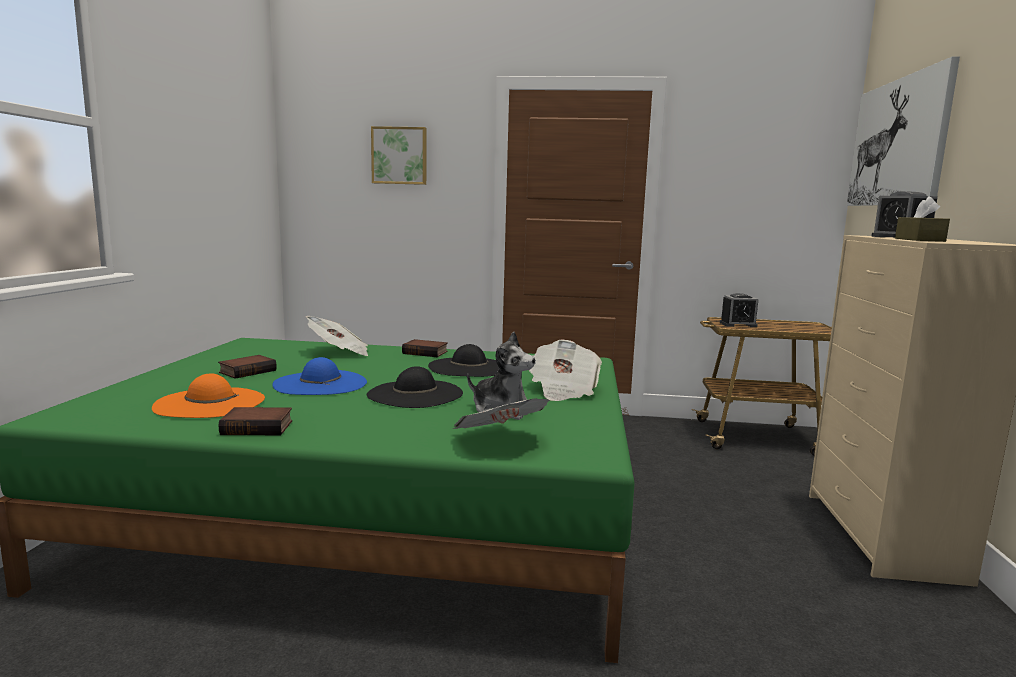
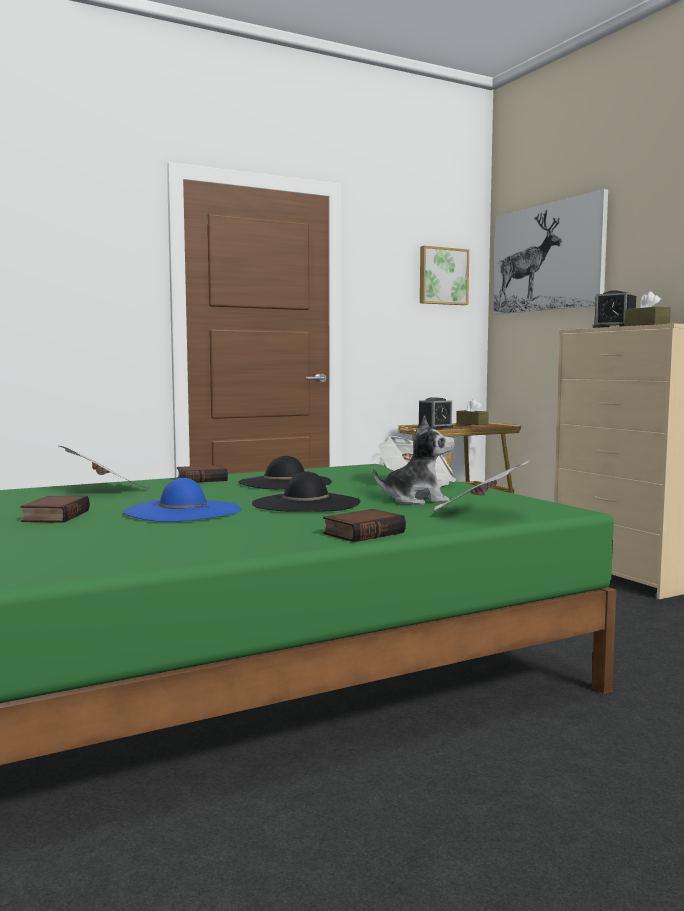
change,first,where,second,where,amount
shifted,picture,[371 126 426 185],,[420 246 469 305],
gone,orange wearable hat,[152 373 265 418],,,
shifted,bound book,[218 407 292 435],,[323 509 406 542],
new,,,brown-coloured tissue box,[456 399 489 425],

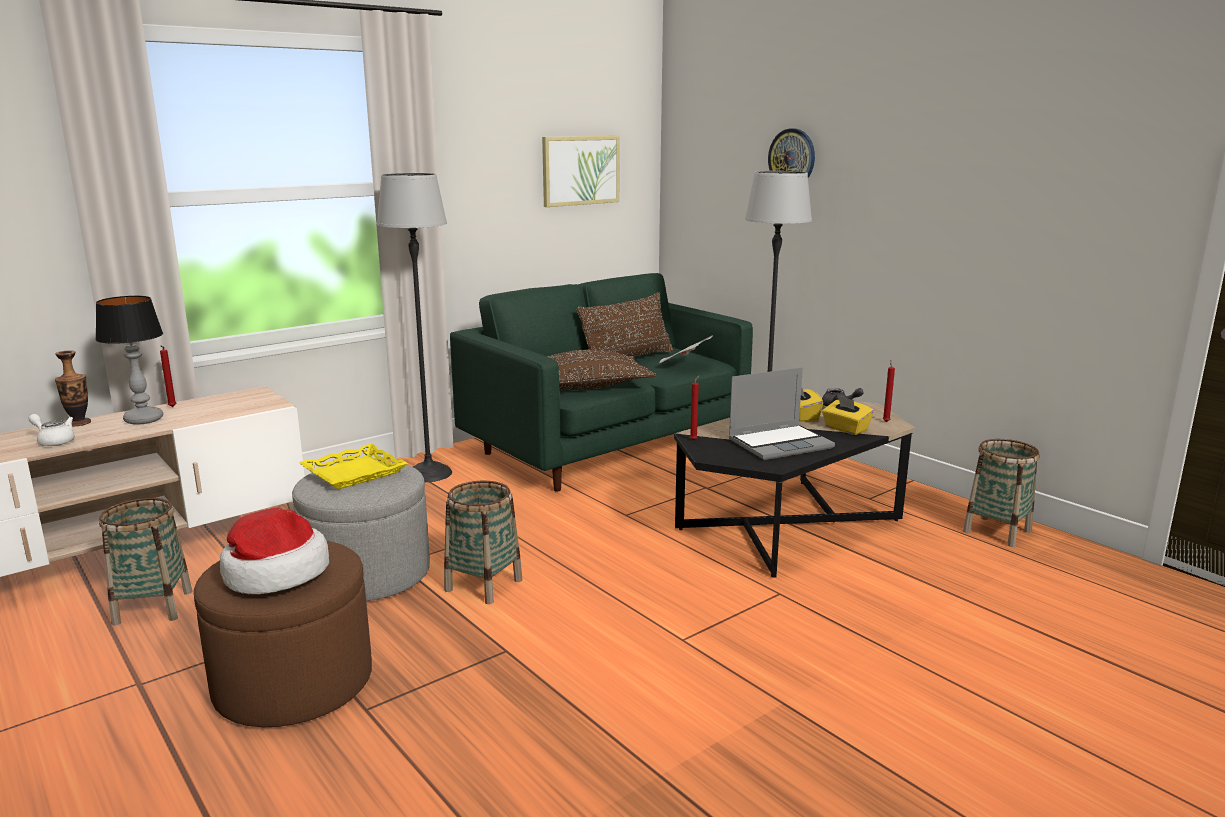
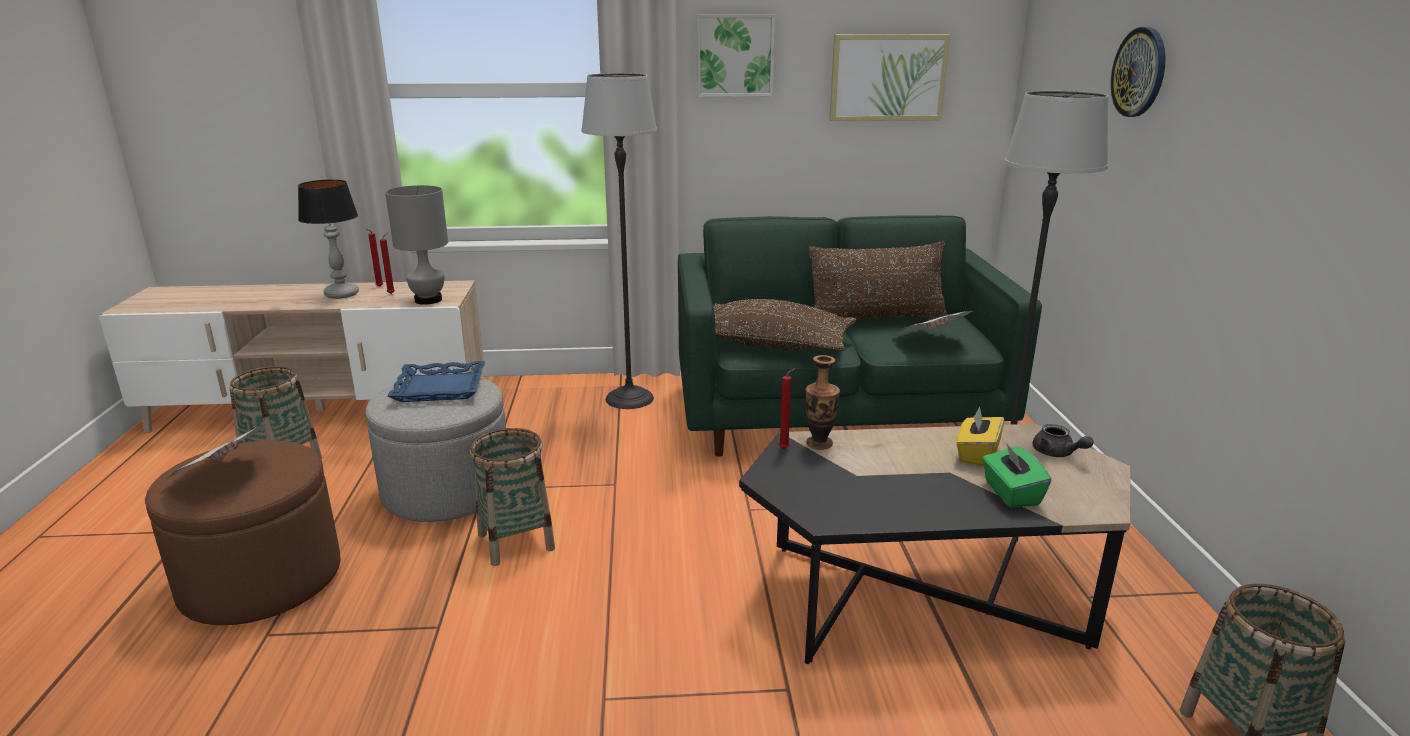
change,first,where,second,where,amount
shifted,flower vase,[55 350 91 426],,[806 355 840 450],
shifted,reddish candle,[883 360 895 422],,[380 233 395 294],
gone,laptop,[729 368 835 460],,,
repainted,yellow-coloured tissue box,[822 395 874 435],green-coloured tissue box,[982 442 1051 507],
gone,white teapot,[28 414 75 446],,,
repainted,yellow-coloured serving tray,[299 444 408 490],blue-coloured serving tray,[387 361 485 402],
swapped,wearable hat,[220 507 329 594],printed paper,[162 423 268 481],
new,,,picture,[697 14 775 97],
new,,,grey tabletop lamp,[385 185 448 305],

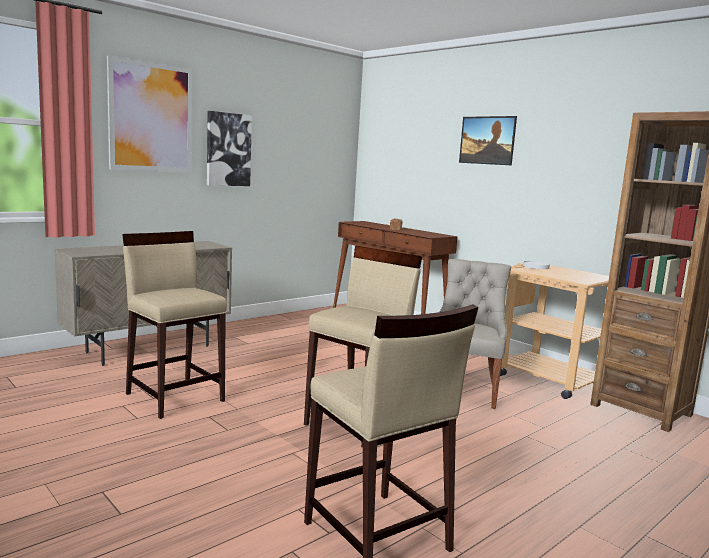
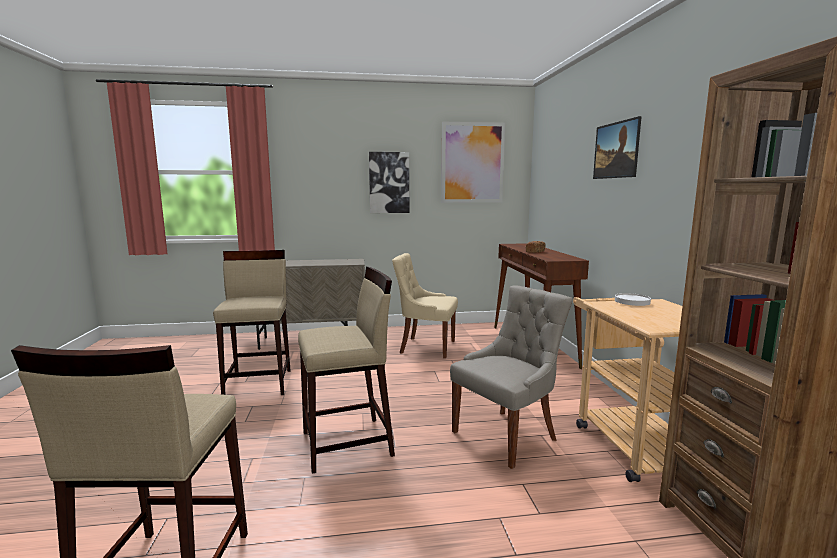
change,first,where,second,where,amount
shifted,picture,[107 55 192 172],,[441 121 505 203],
new,,,beige chair,[392 253 458 358],

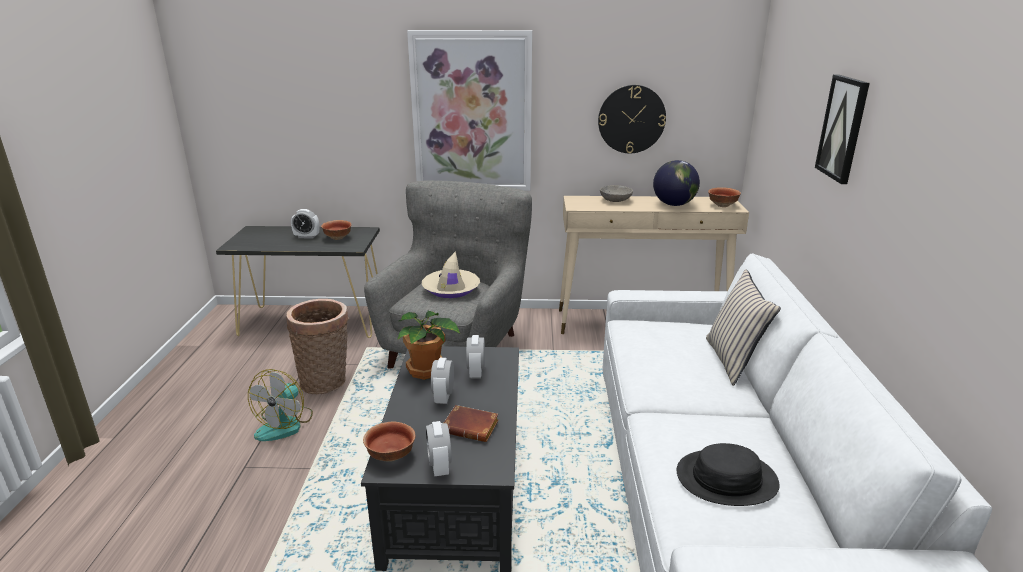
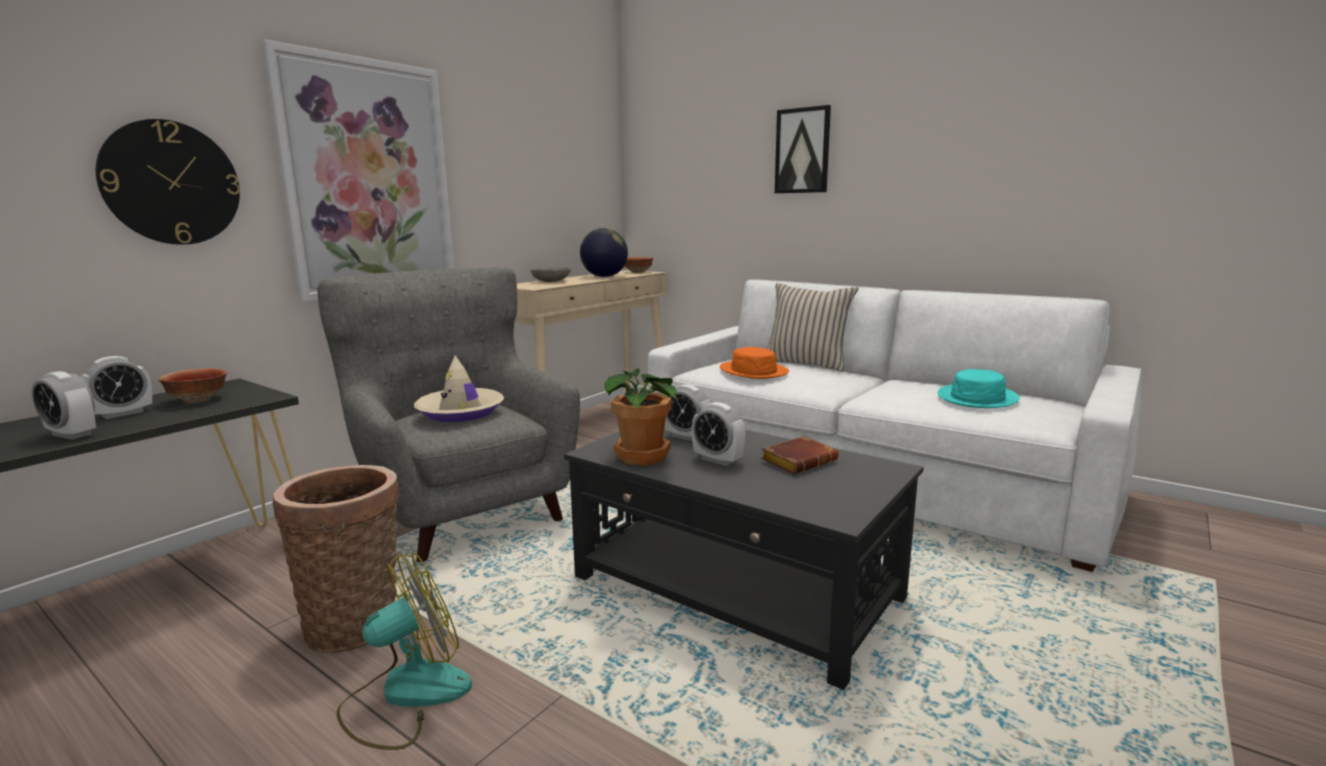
change,first,where,second,where,amount
shifted,wall clock,[598 85 666 153],,[96 119 240 245],
rotated,fan,[248 369 313 441],,[336 552 472 750],90 degrees counterclockwise
shifted,table clock,[426 421 452 476],,[32 371 96 440],
gone,deep dish,[363 422 415 462],,,
repainted,black-coloured wearable hat,[677 443 780 506],turquoise wearable hat,[938 369 1019 408],
new,,,orange wearable hat,[720 347 789 379],

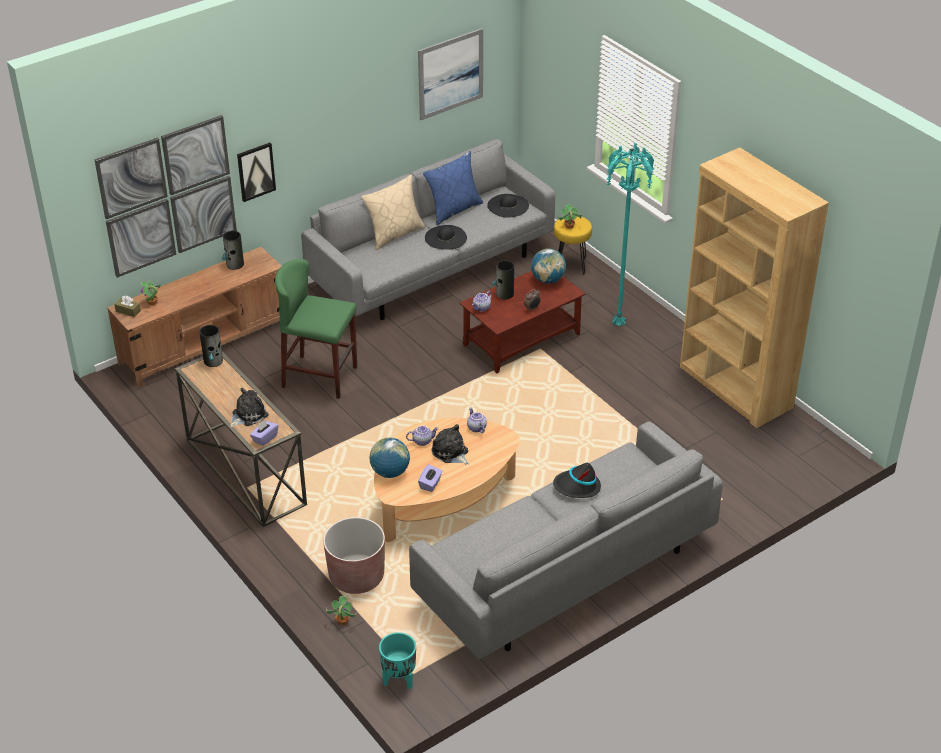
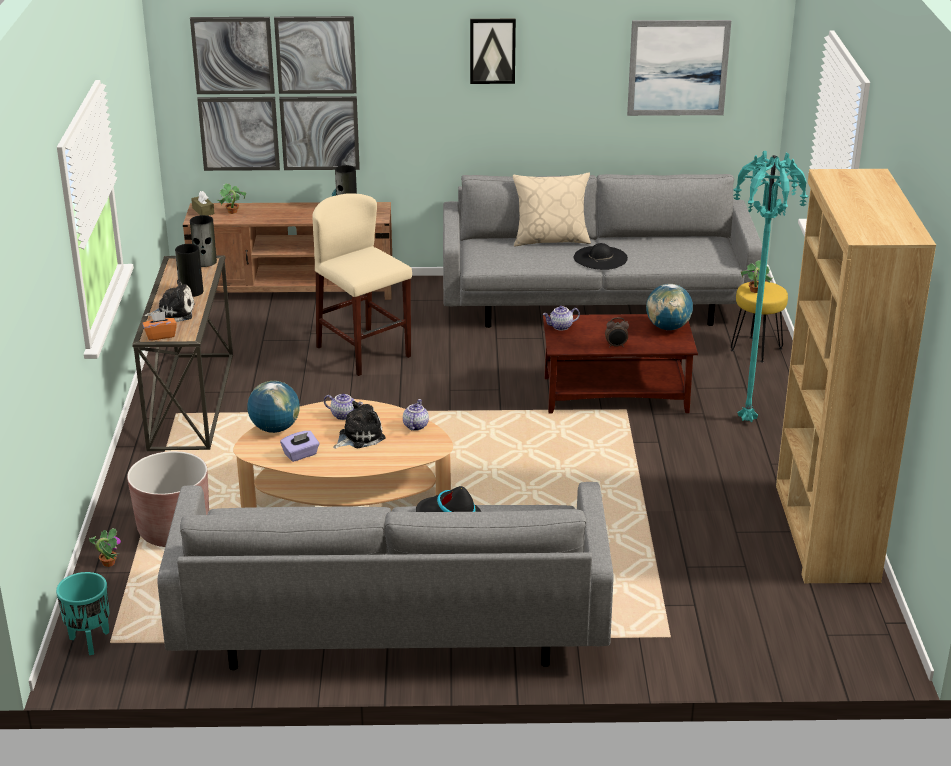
change,first,where,second,where,amount
shifted,picture,[237 142 276 202],,[470 19 516 84],
gone,blue-coloured cushion,[423 151 483 225],,,
gone,black-coloured wearable hat,[487 194 529 218],,,
repainted,green-coloured stool,[275 259 357 399],beige stool,[312 193 412 376],
shifted,flower vase,[493 260 514 299],,[175 244 203 297],
repainted,purple tissue box,[250 420 278 446],orange tissue box,[142 311 177 341],
rotated,soft toy,[431 424 469 465],,[333 401 386 449],60 degrees clockwise

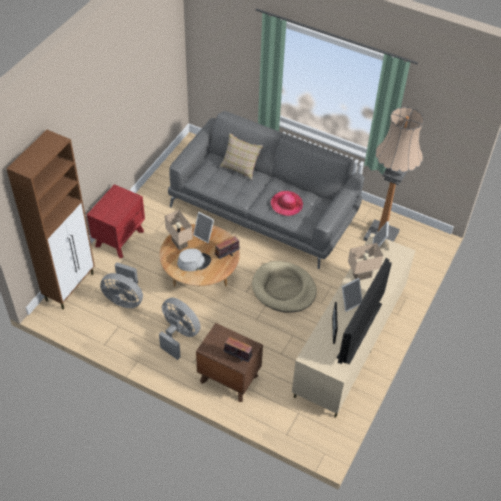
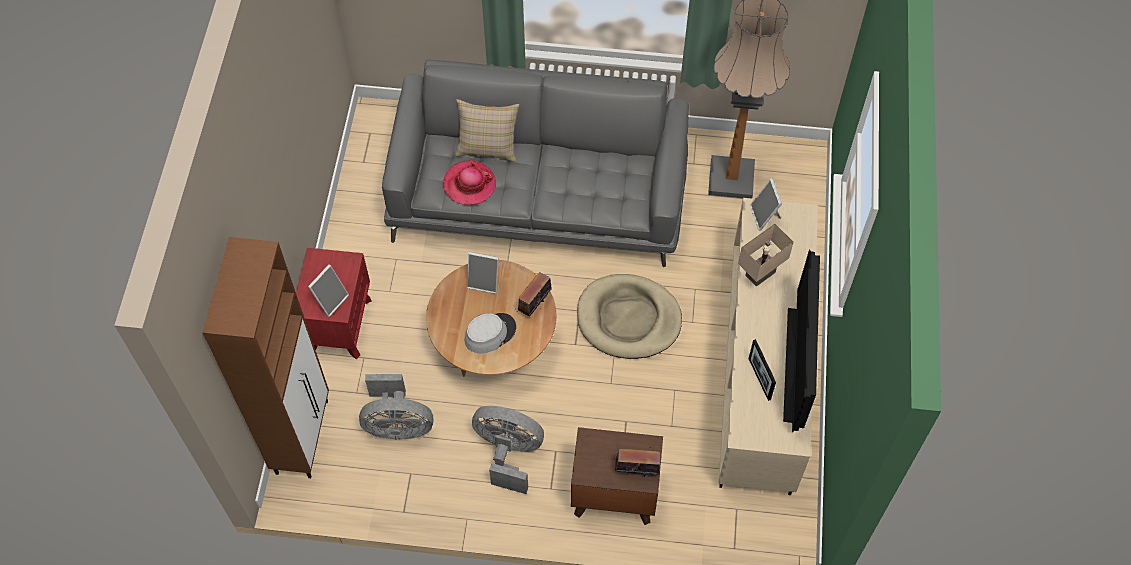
change,first,where,second,where,amount
shifted,wearable hat,[271 191 303 216],,[443 160 496 205],
gone,beige tabletop lamp,[165 210 193 251],,,
shifted,picture frame,[341 278 362 312],,[308 264 349 317],

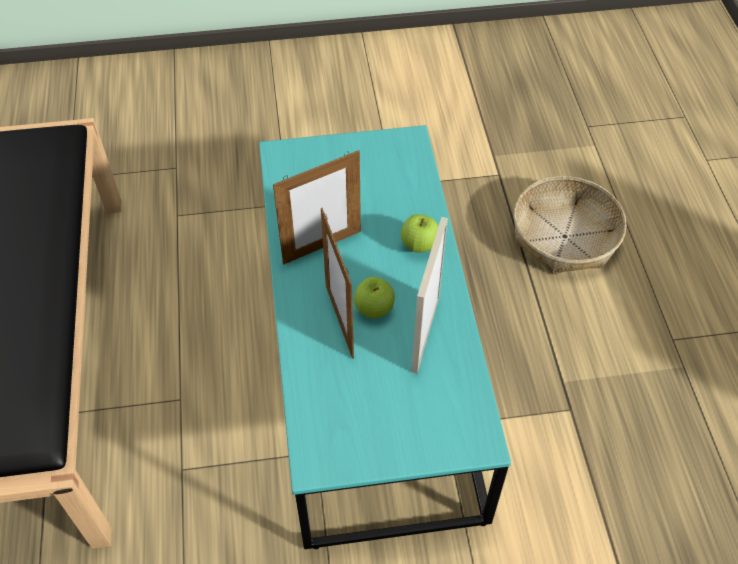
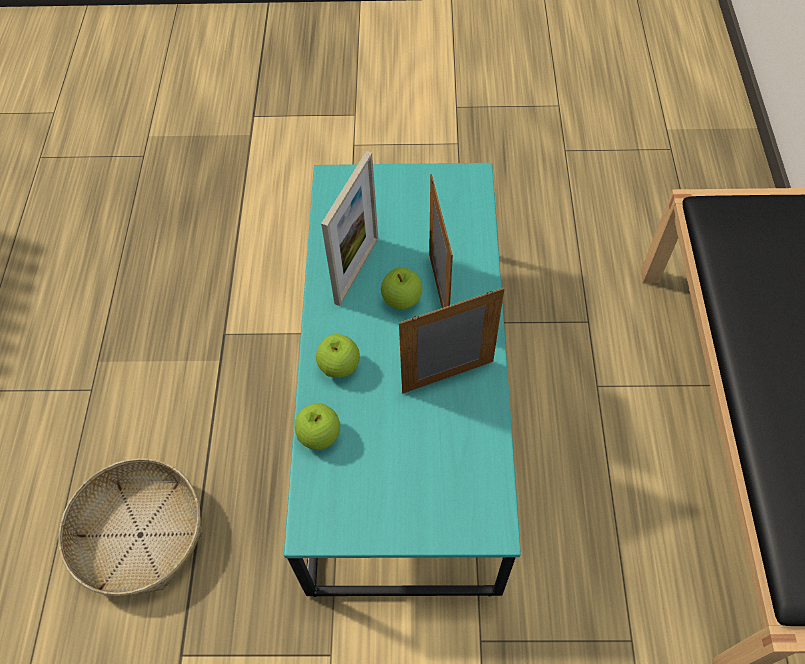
change,first,where,second,where,amount
new,,,apple fruit,[294 403 340 450],

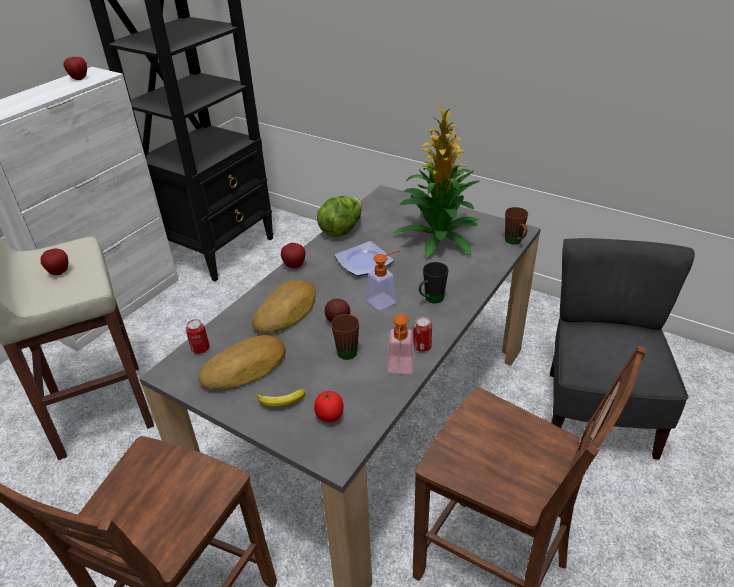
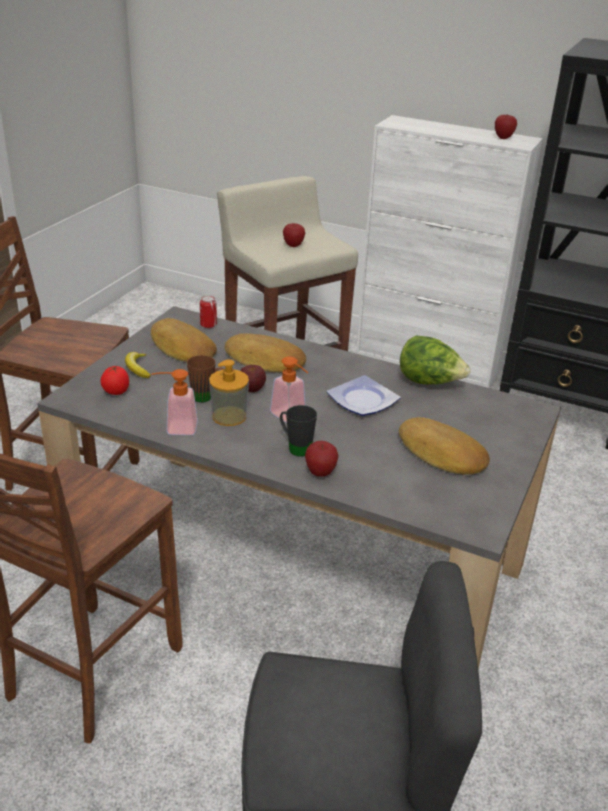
change,first,where,second,where,amount
swapped,potted plant,[394 104 479 257],bread,[399 417 490 475],
gone,brown-coloured coffee mug,[505 207 528 244],,,
shifted,apple fruit,[281 243 305 268],,[305 441 339 477],
gone,can,[413 317 432 352],,,
new,,,soap bottle,[209 359 249 426],

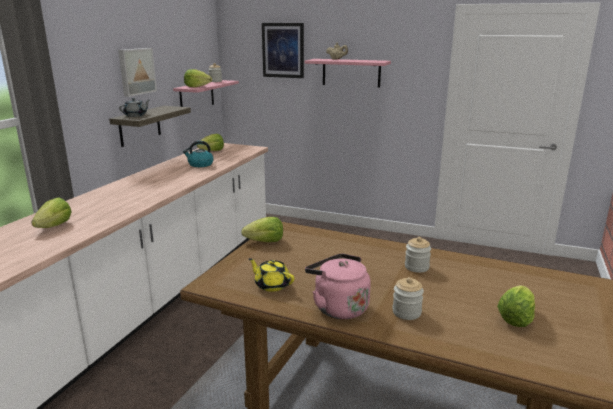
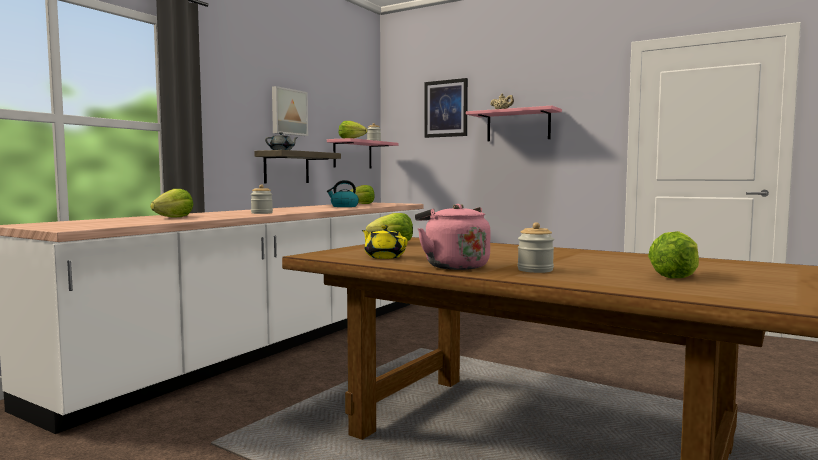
change,first,where,second,where,amount
shifted,jar,[405 237 431 273],,[251 185 273 214],

